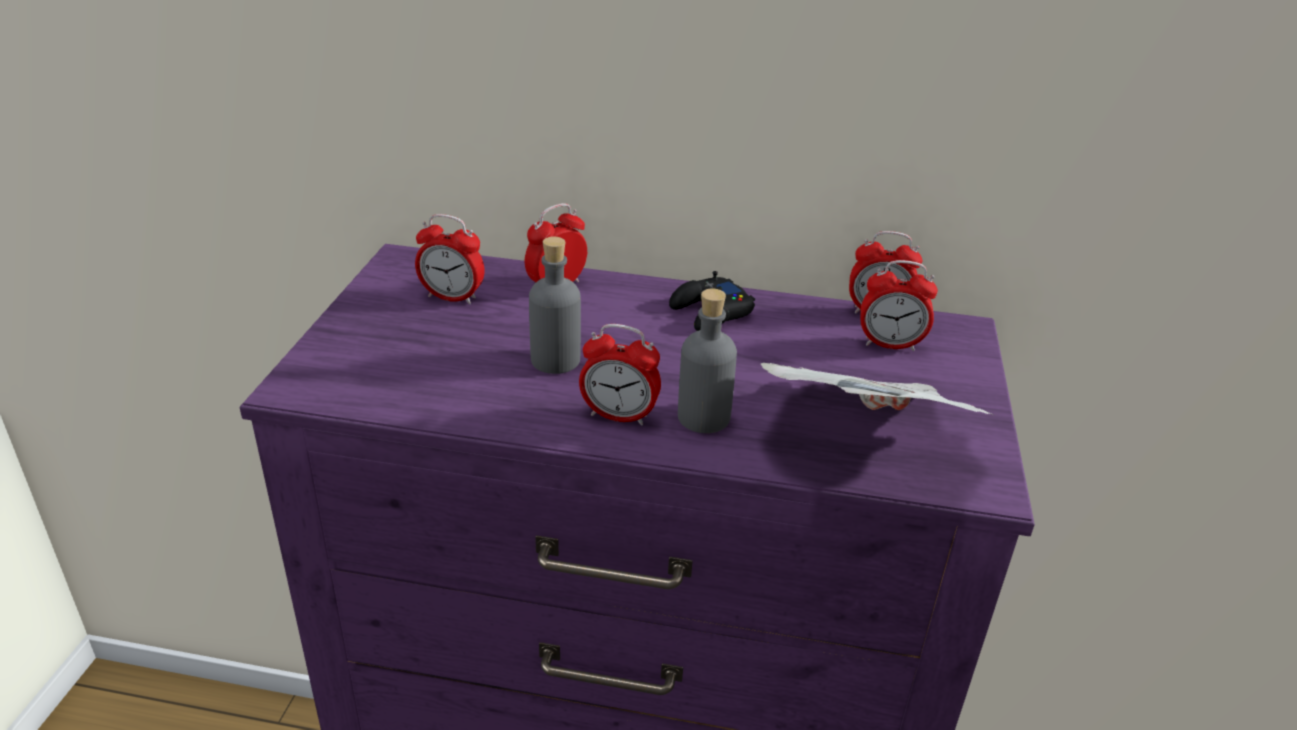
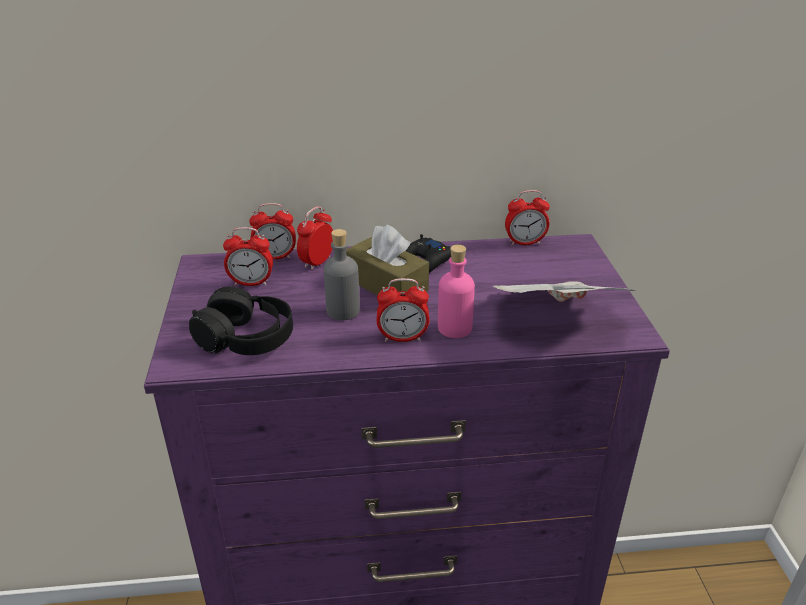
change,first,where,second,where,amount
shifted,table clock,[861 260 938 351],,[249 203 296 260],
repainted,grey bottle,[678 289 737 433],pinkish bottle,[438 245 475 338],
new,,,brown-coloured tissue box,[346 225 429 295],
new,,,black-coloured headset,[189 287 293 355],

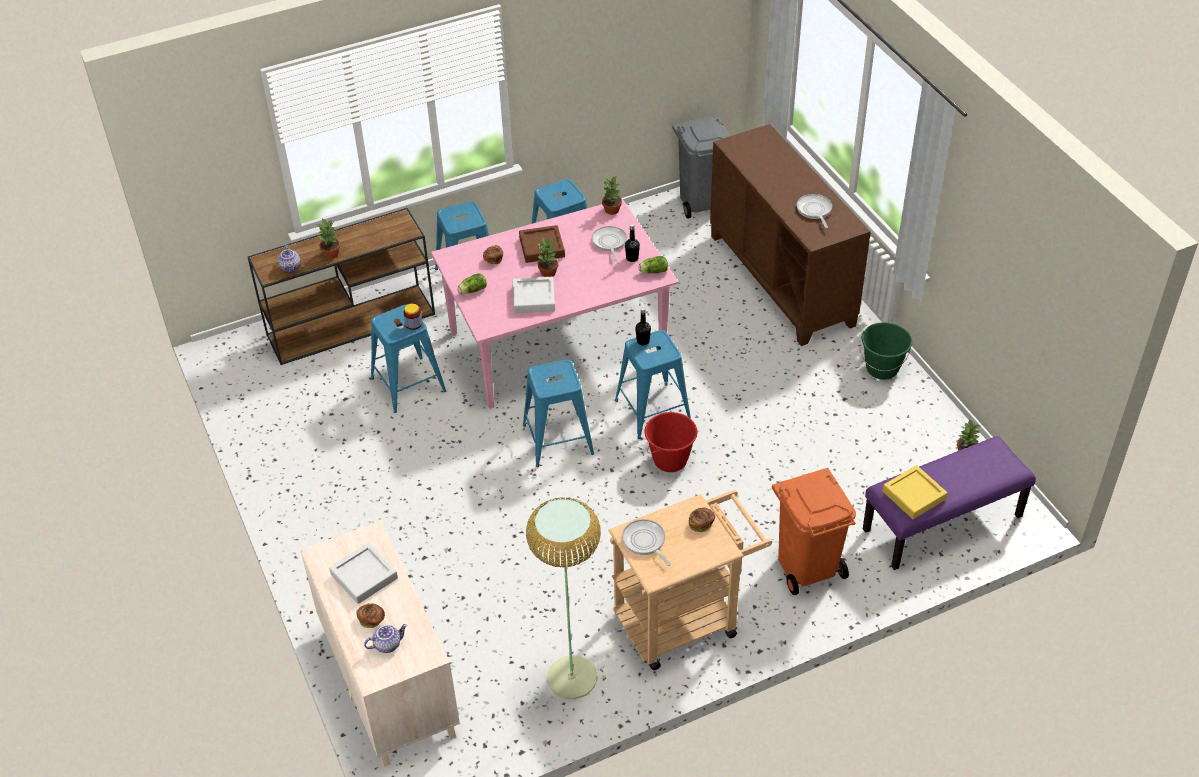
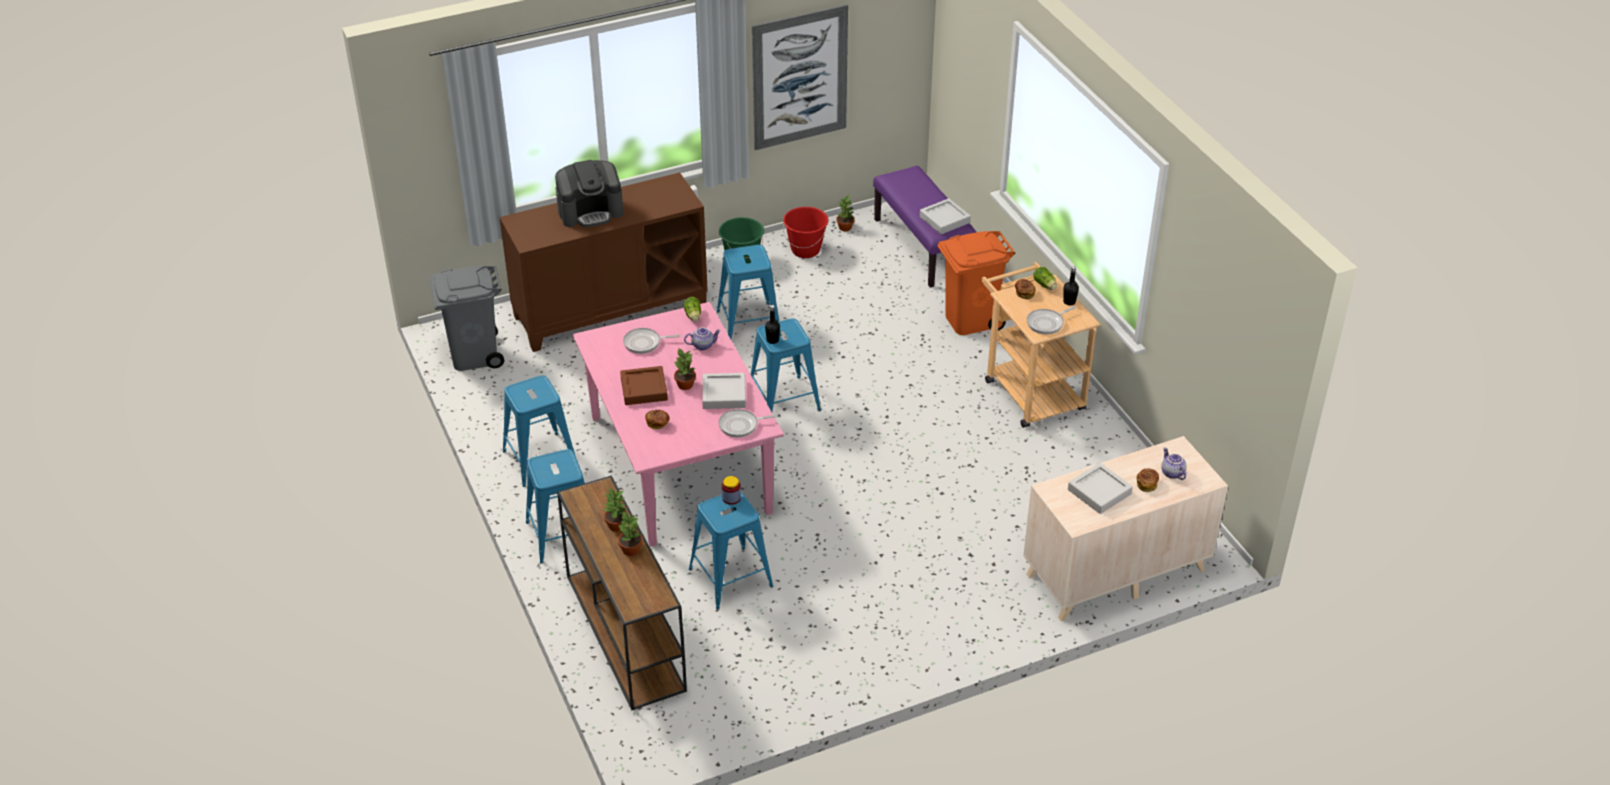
change,first,where,second,where,amount
shifted,potted plant,[602 177 622 215],,[603 488 628 532],
shifted,pan,[797 194 832 228],,[718 409 778 437],
shifted,black-coloured bottle,[625 224 640 262],,[1063 266 1079 305],
shifted,teapot,[278 245 300 272],,[684 328 721 350],
shifted,lettuce head,[457 273 487 294],,[1033 267 1057 290],
shifted,blue-coloured stool,[523 360 594 467],,[717 245 781 339],
shifted,reddish pail,[645 412 698 472],,[783 207 828 258],
repainted,yellow-coloured serving tray,[883 465 947 519],grey serving tray,[920 198 971 234],
gone,standard lamp,[526 497 601 699],,,
new,,,picture,[752 4 848 150],
new,,,coffee maker,[555 160 624 228],

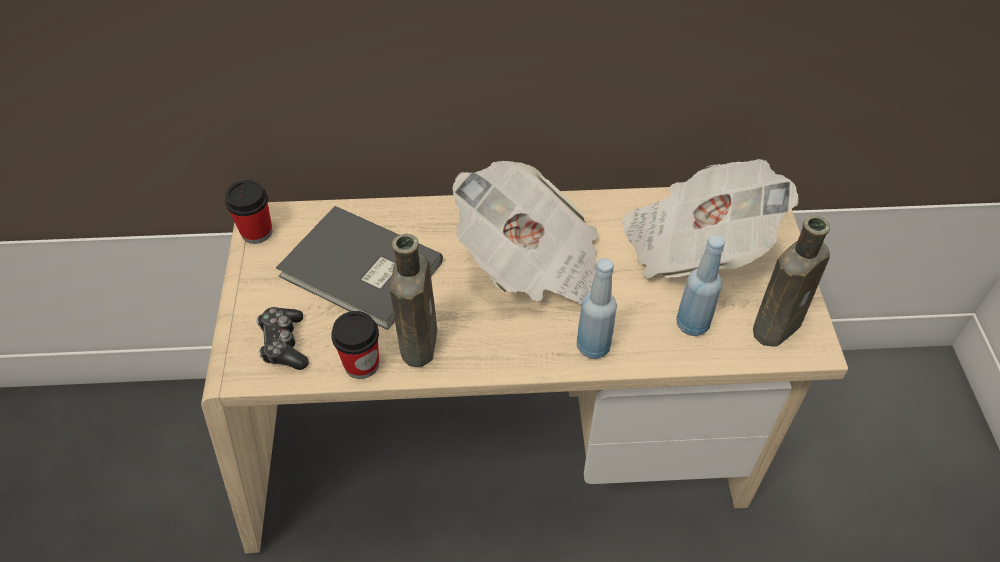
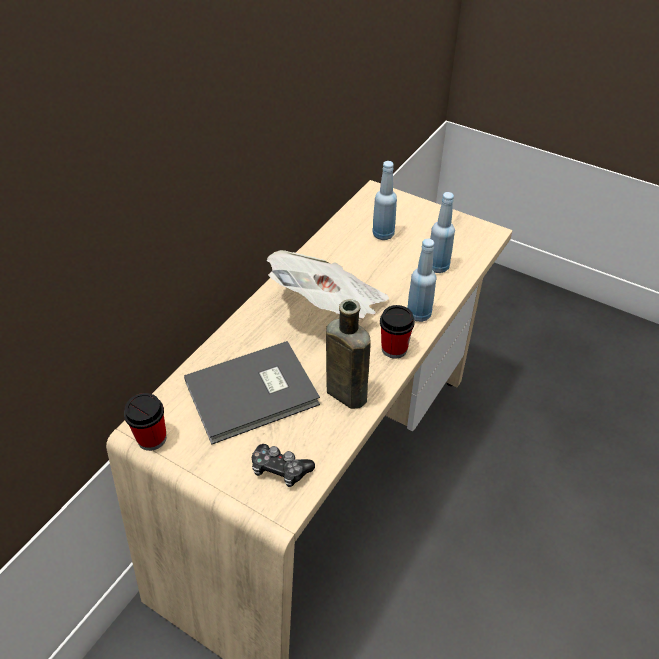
change,first,where,second,where,amount
swapped,printed paper,[622 159 799 278],blue-coloured bottle,[372 161 397 240],
gone,brown-coloured bottle,[753 215 830 347],,,
shifted,small cup,[331 311 379 379],,[380 305 415 359],

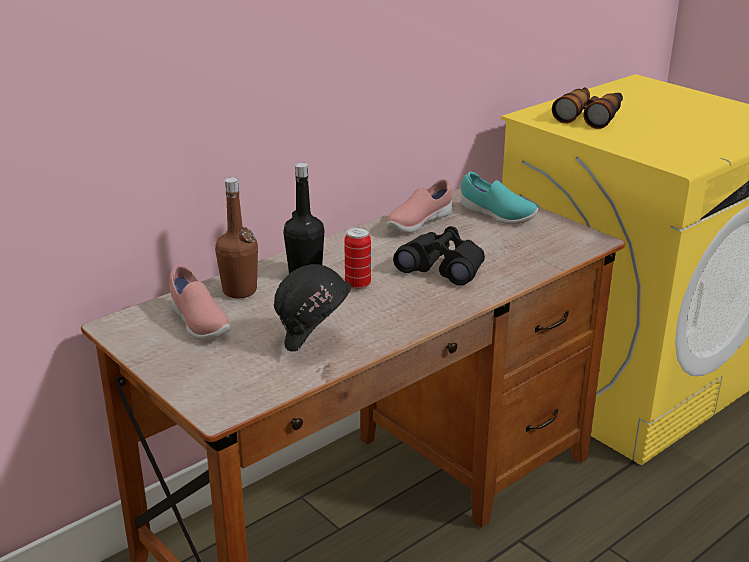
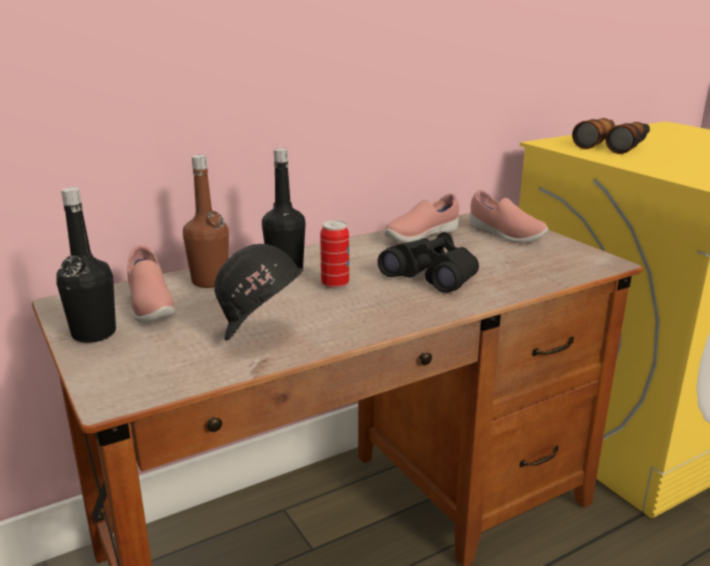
change,first,where,second,where,amount
repainted,turquoise item of footwear,[461 172 538 224],pinkish item of footwear,[469 190 548 243],
new,,,black-coloured bottle,[56 187 116 343],

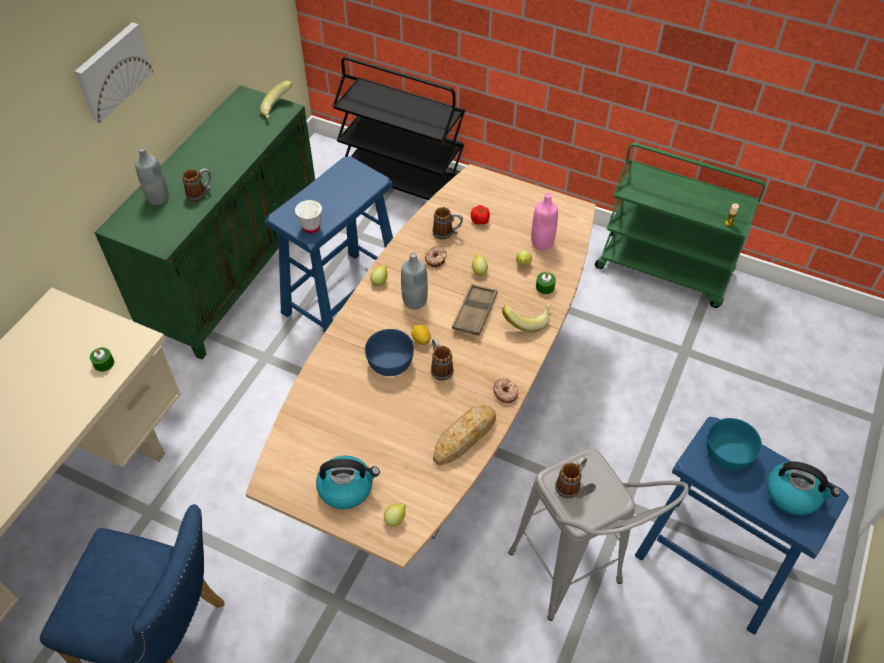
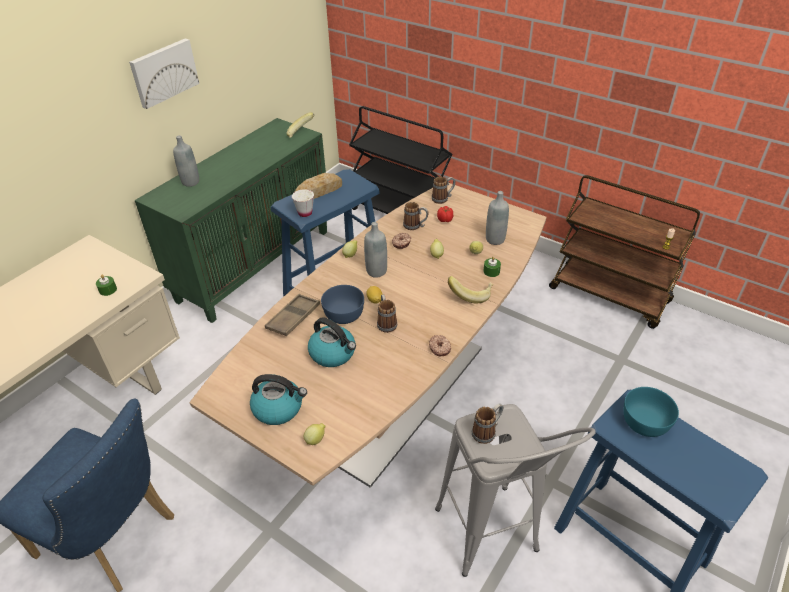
change,first,where,second,where,amount
repainted,green-coloured wheeled cart,[595 143 765 308],brown-coloured wheeled cart,[549 175 700 329],
shifted,coffee mug,[182 169 211 202],,[432 176 456 204],
repainted,pinkish bottle,[531 193 558 250],grey bottle,[486 191 509 245],
shifted,brown-coloured serving tray,[452 284 497 336],,[265 294 320 336],
shifted,bread,[433 405 496 466],,[295 173 342 199],
shifted,kettle,[767 461 840 515],,[308 317 356 367],

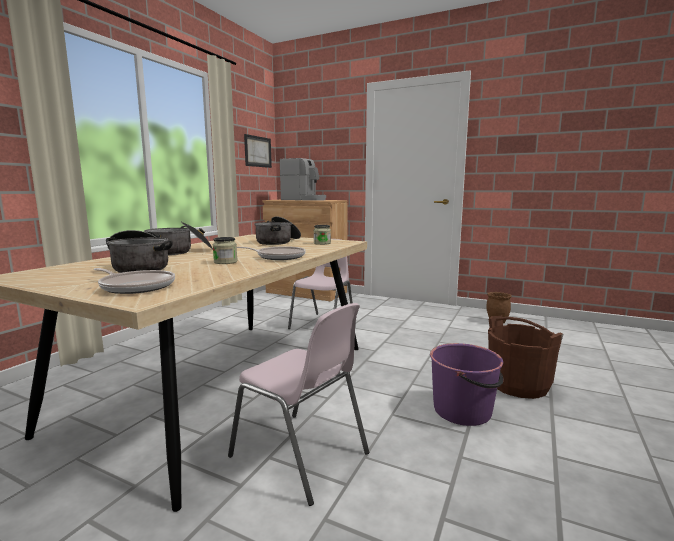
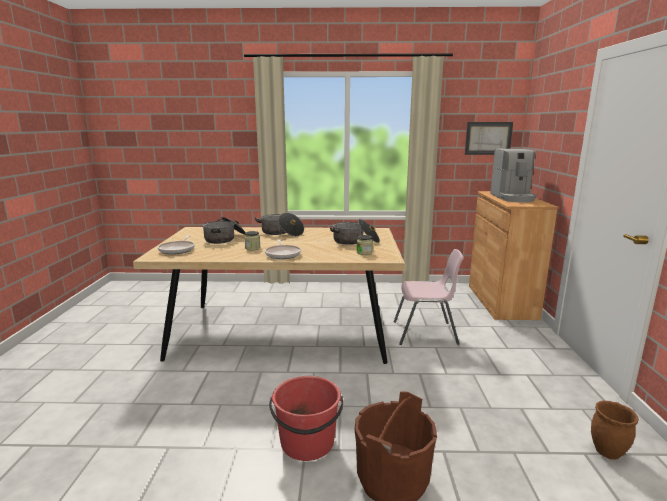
change,first,where,second,where,amount
gone,pinkish chair,[228 303 369 506],,,
repainted,purple pail,[430 343 504 426],reddish pail,[269 376 343 461],

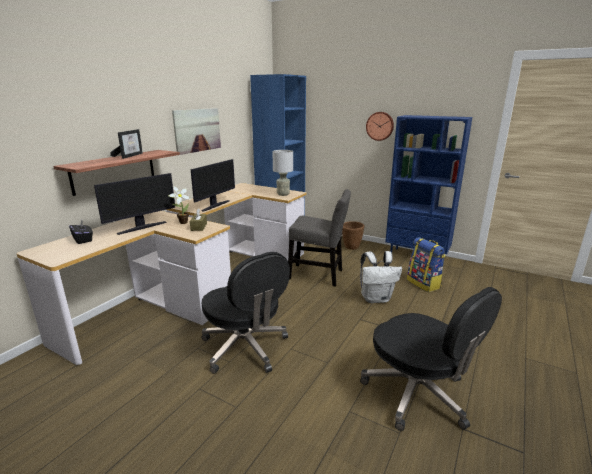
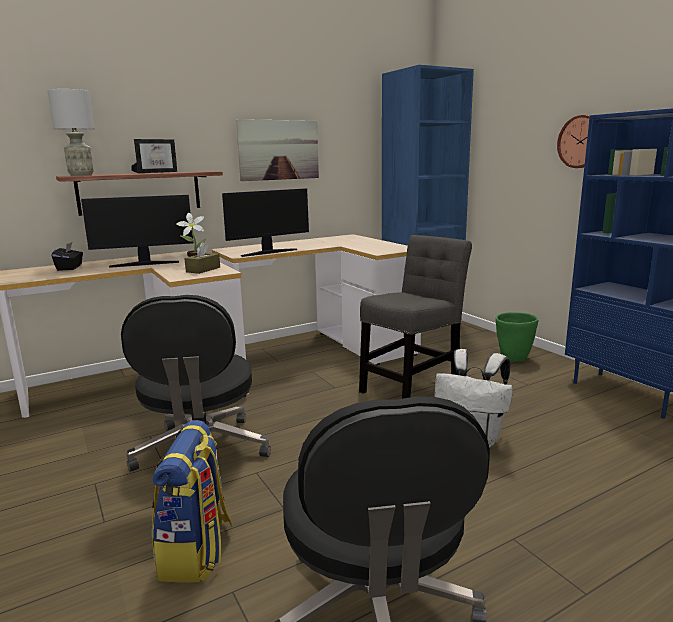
change,first,where,second,where,amount
shifted,grey tabletop lamp,[272 150 293 196],,[47 89 95 176],
rotated,grey chair,[288 189 351 287],,[359 235 472 399],90 degrees counterclockwise
repainted,brown-coloured planter,[342 221 365 250],green-coloured planter,[495 312 538 362],
shifted,rucksack,[407 237 445 292],,[152 420 232 583],

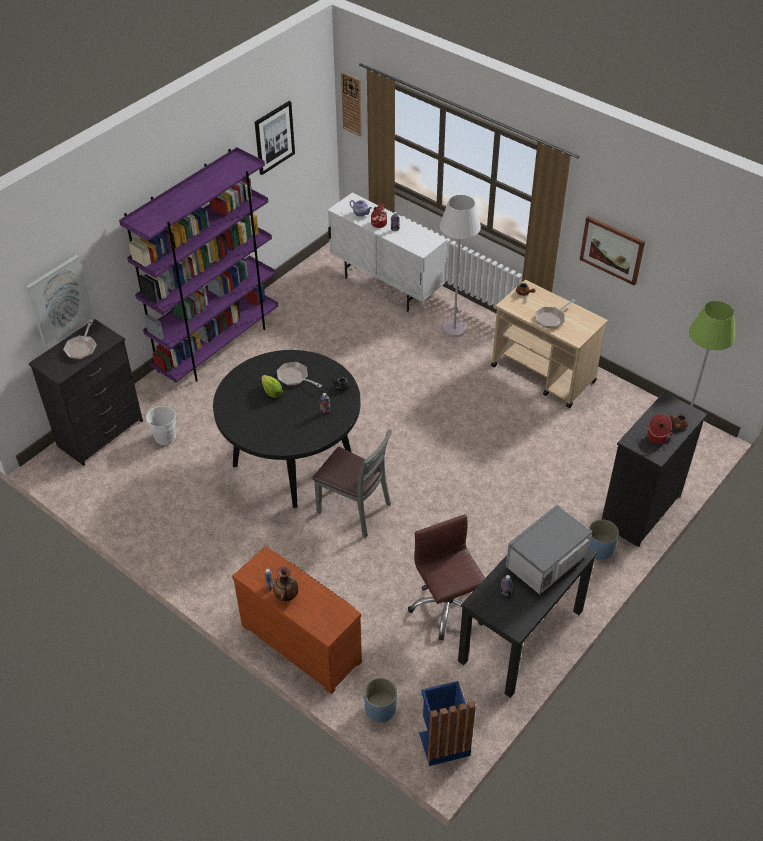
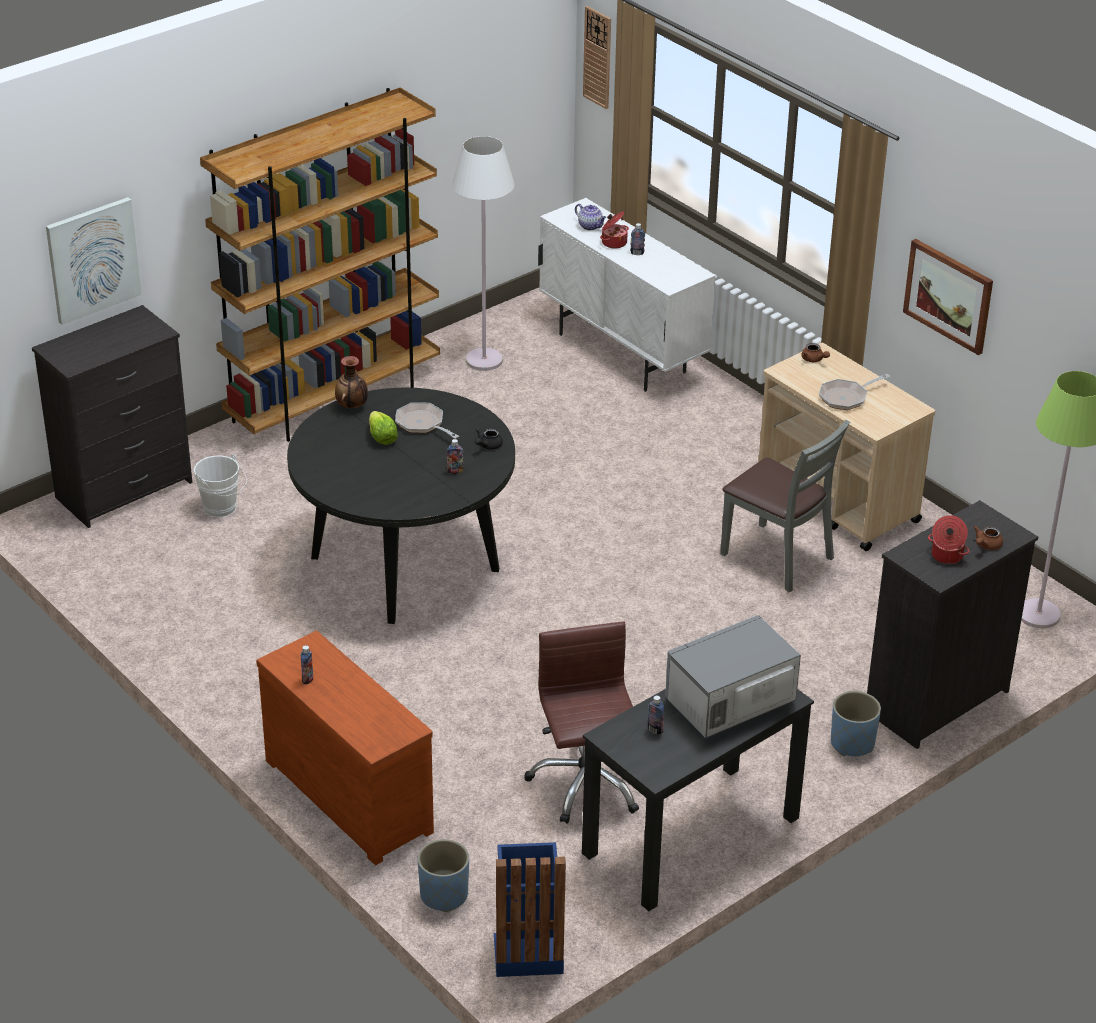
change,first,where,second,where,amount
gone,picture,[255 101 295 175],,,
repainted,purple bookcase,[119 147 278 383],brown-coloured bookcase,[200 88 440 442],
shifted,white standard lamp,[440 195 481 337],,[452 136 514 371],
gone,pan,[63 320 97 359],,,
shifted,grey chair,[312 429 392 538],,[720 419 850 593],
shifted,flower vase,[273 566 298 601],,[335 356 368 408],

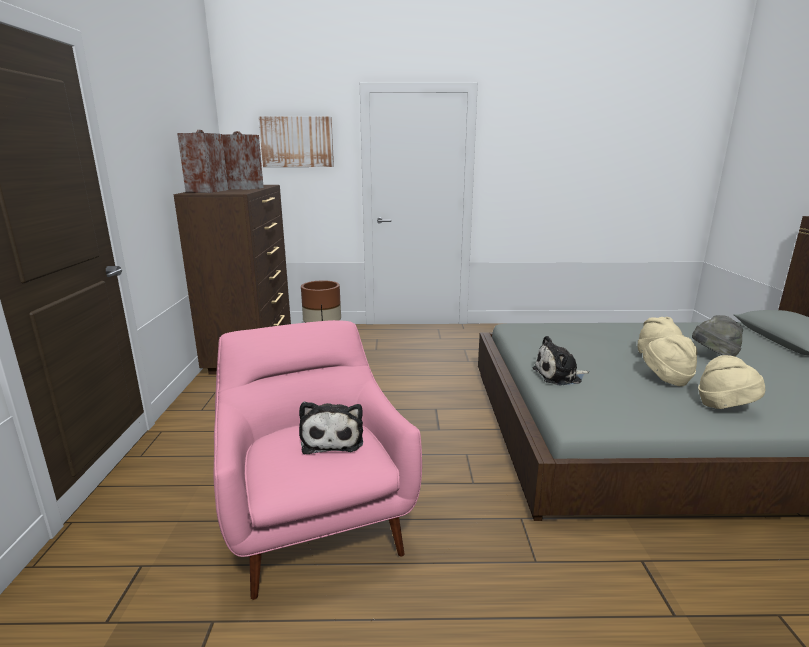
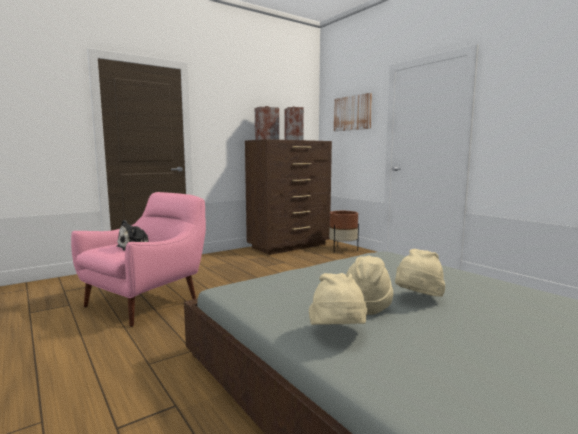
change,first,where,second,where,amount
gone,grey wearable hat,[692 315 743 357],,,
gone,soft toy,[533 336 589 385],,,

